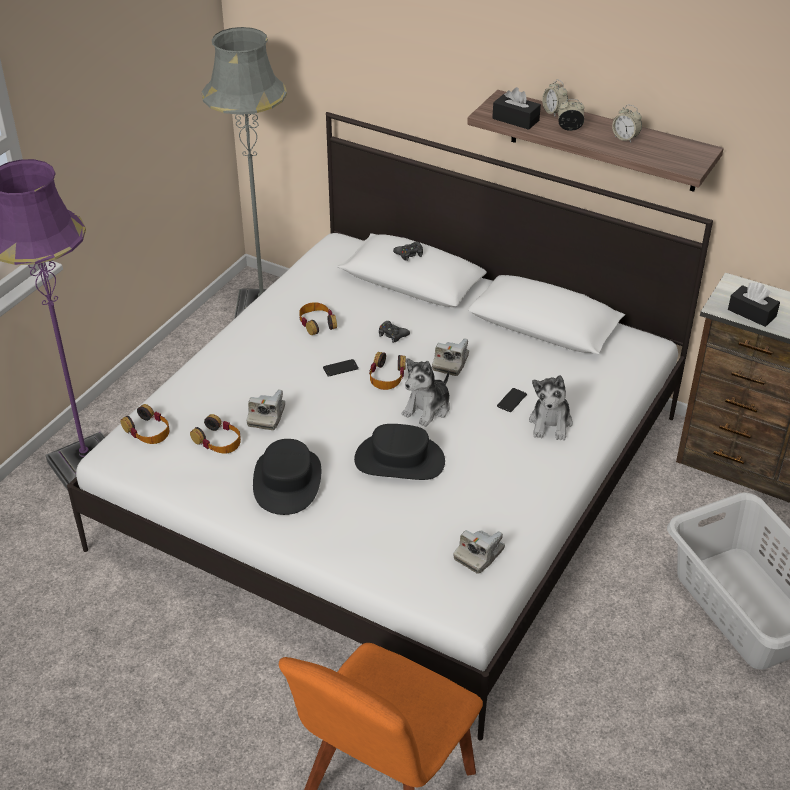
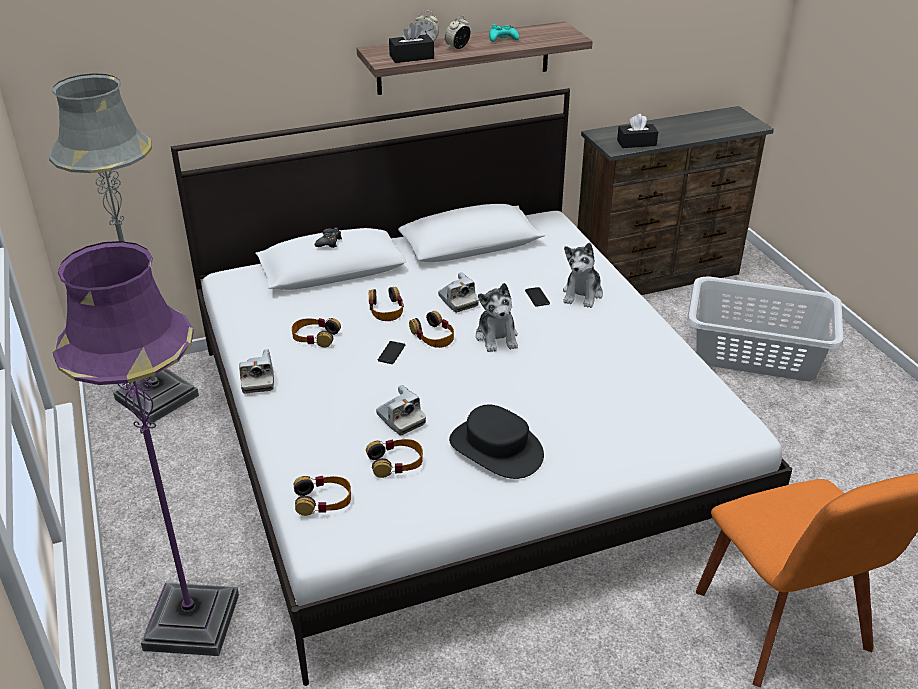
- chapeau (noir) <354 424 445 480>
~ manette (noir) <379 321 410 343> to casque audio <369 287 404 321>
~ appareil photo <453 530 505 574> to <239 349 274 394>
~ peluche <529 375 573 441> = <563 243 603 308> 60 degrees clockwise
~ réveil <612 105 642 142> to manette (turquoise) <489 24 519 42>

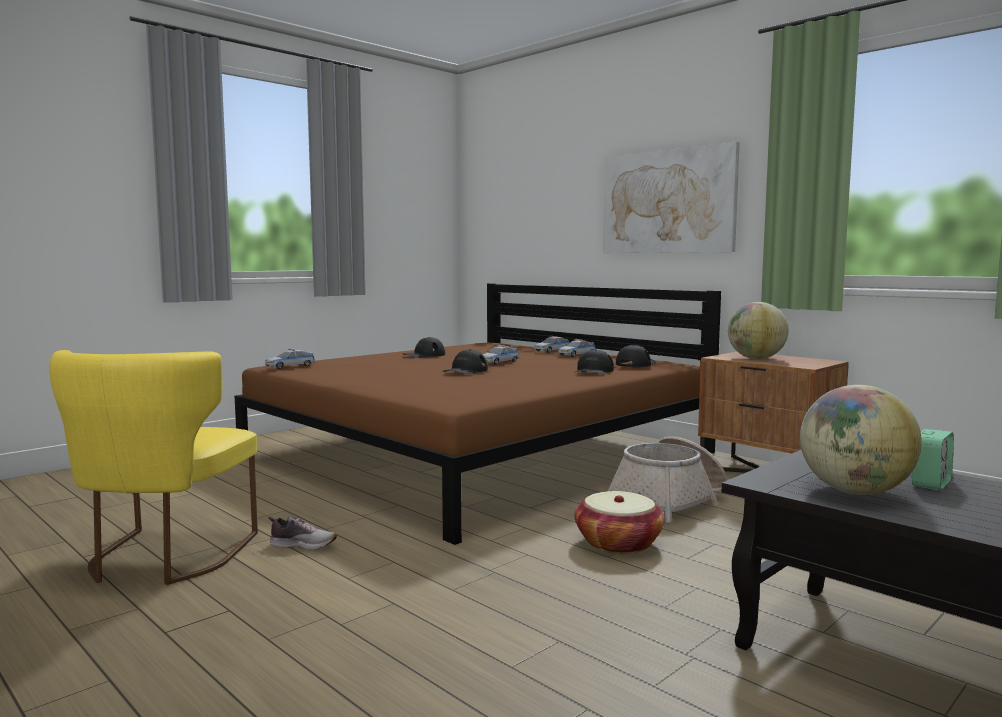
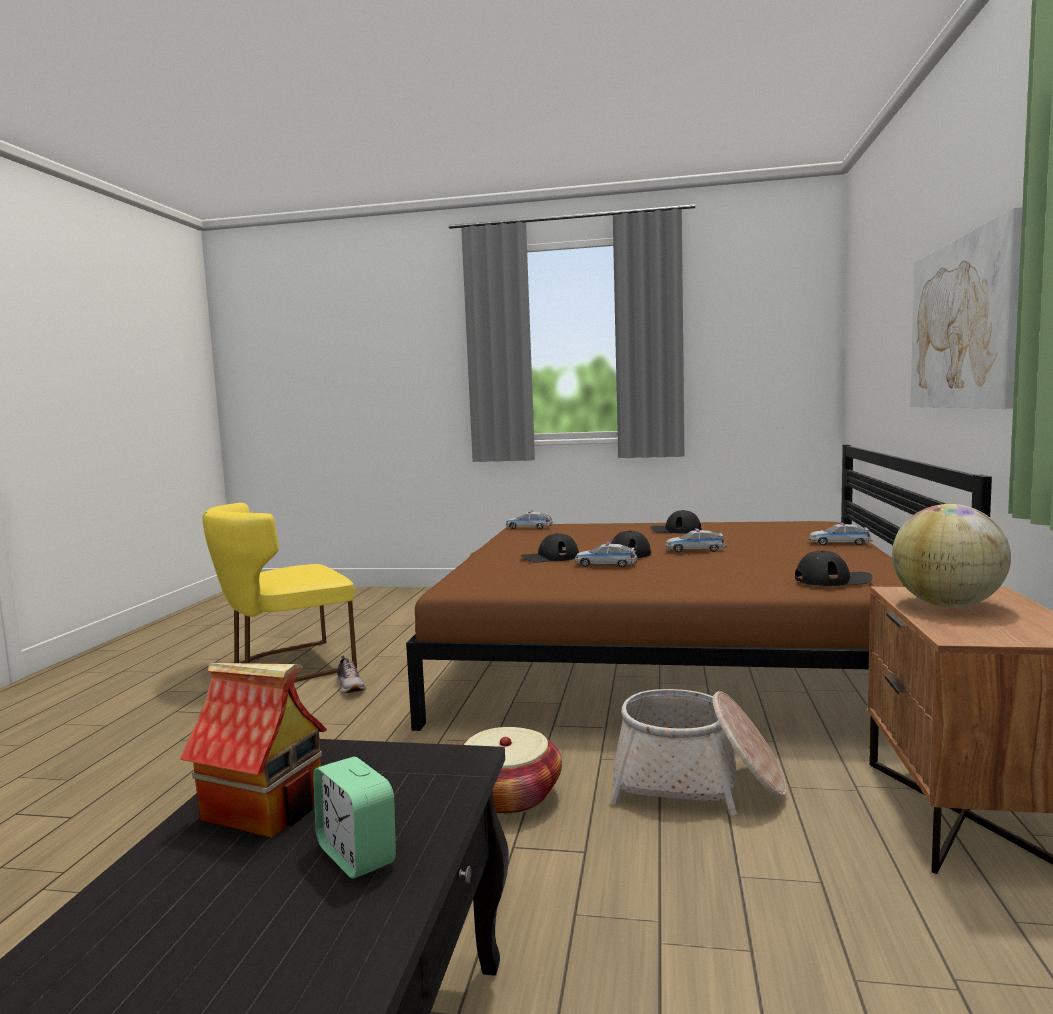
~ petite voiture <558 339 596 357> to <575 542 638 567>
~ casquette (noir) <574 350 614 375> to <521 533 579 562>
~ globe <800 385 922 495> to maison miniature <180 663 327 838>
~ réveil <911 429 954 490> = <313 757 396 879> 45 degrees clockwise

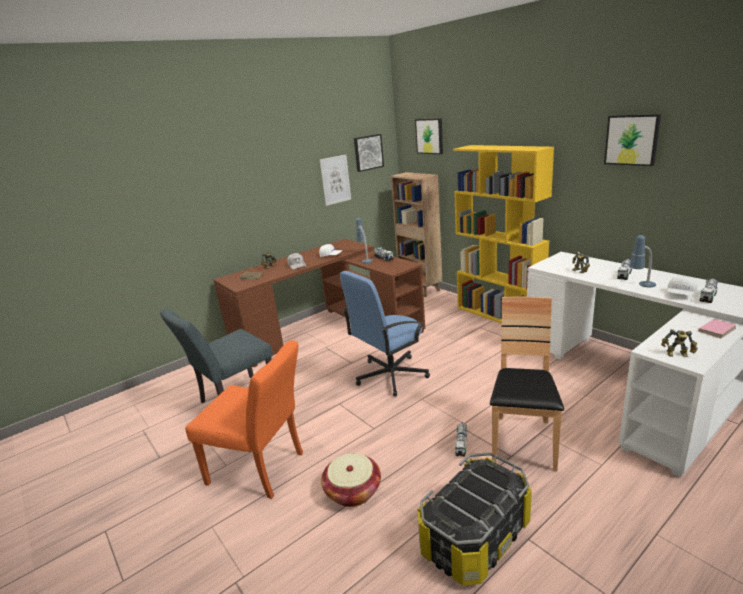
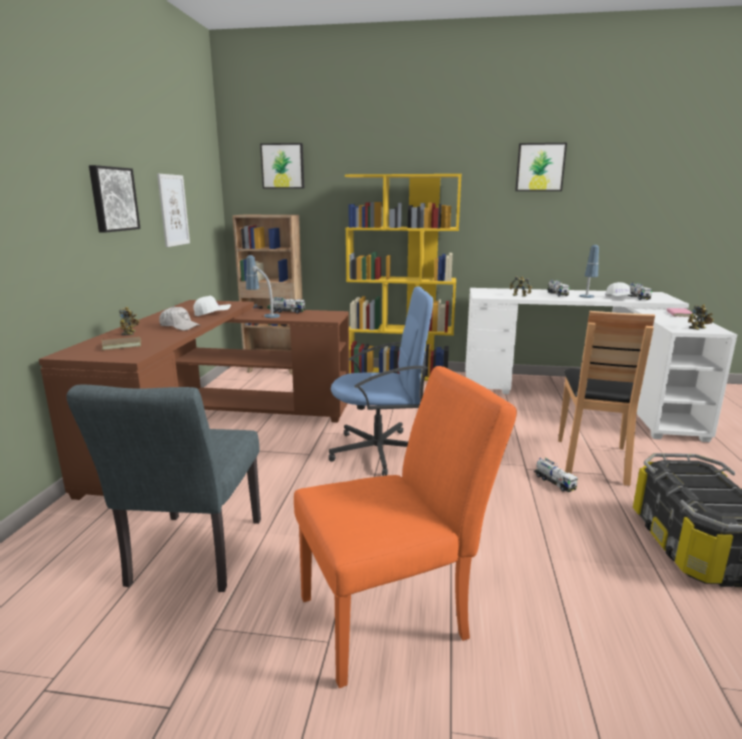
- panier <321 453 381 507>
~ chaise de bureau (bleu) <340 271 430 396> = <329 286 433 476> 105 degrees counterclockwise
~ tableau <354 134 384 172> to <89 165 141 233>
~ chaise (marron) <490 297 564 472> = <558 311 655 486> 135 degrees counterclockwise

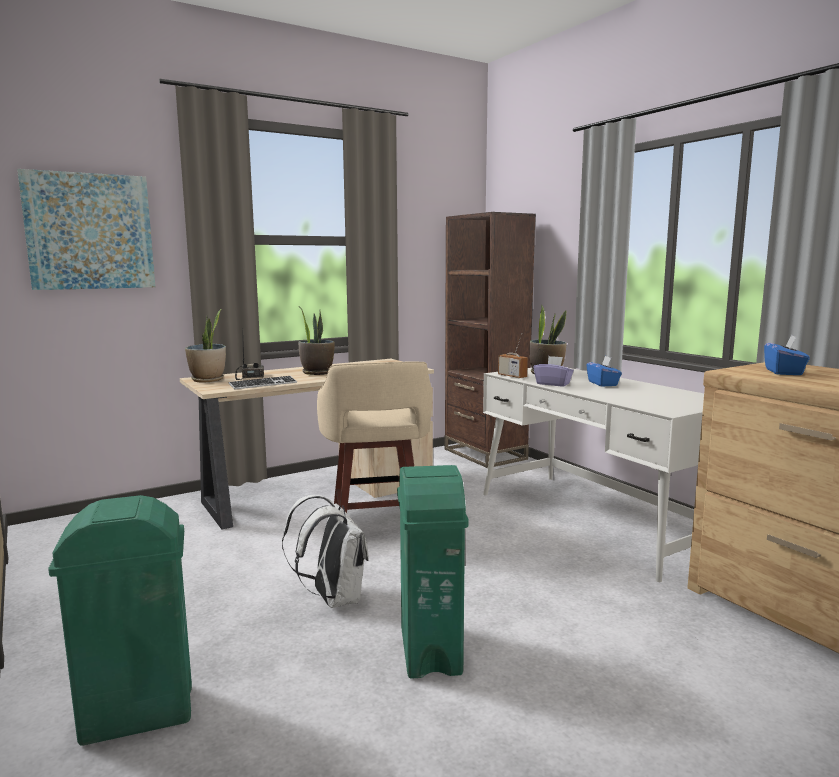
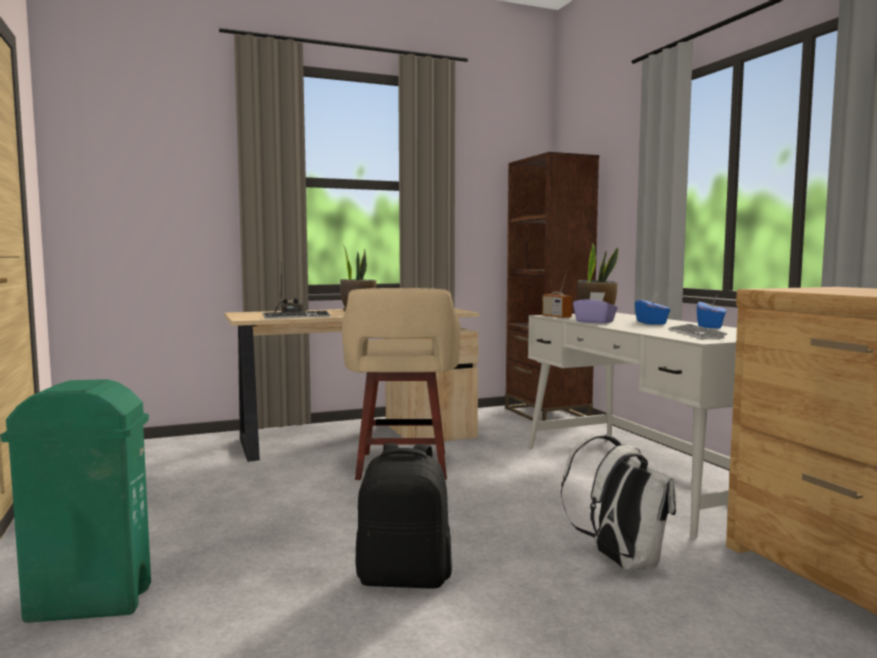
- tableau <17 169 155 290>
- plante en pot <185 309 226 382>
~ sac à dos (blanc) <282 495 369 608> to <561 434 676 570>
~ poubelle (vert) <397 465 469 679> to sac à dos (noir) <356 443 452 589>
~ boîte à mouchoirs (bleu) <764 335 810 375> to <697 295 727 329>
+ clavier <668 324 727 340>

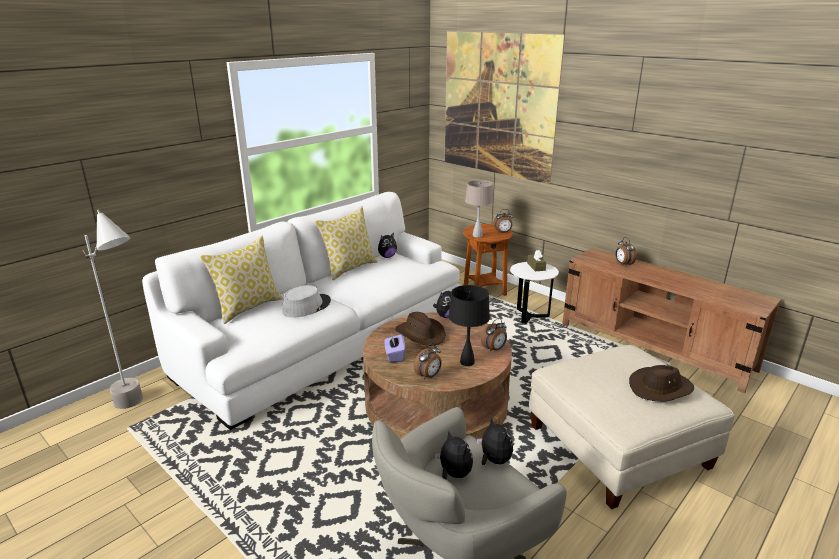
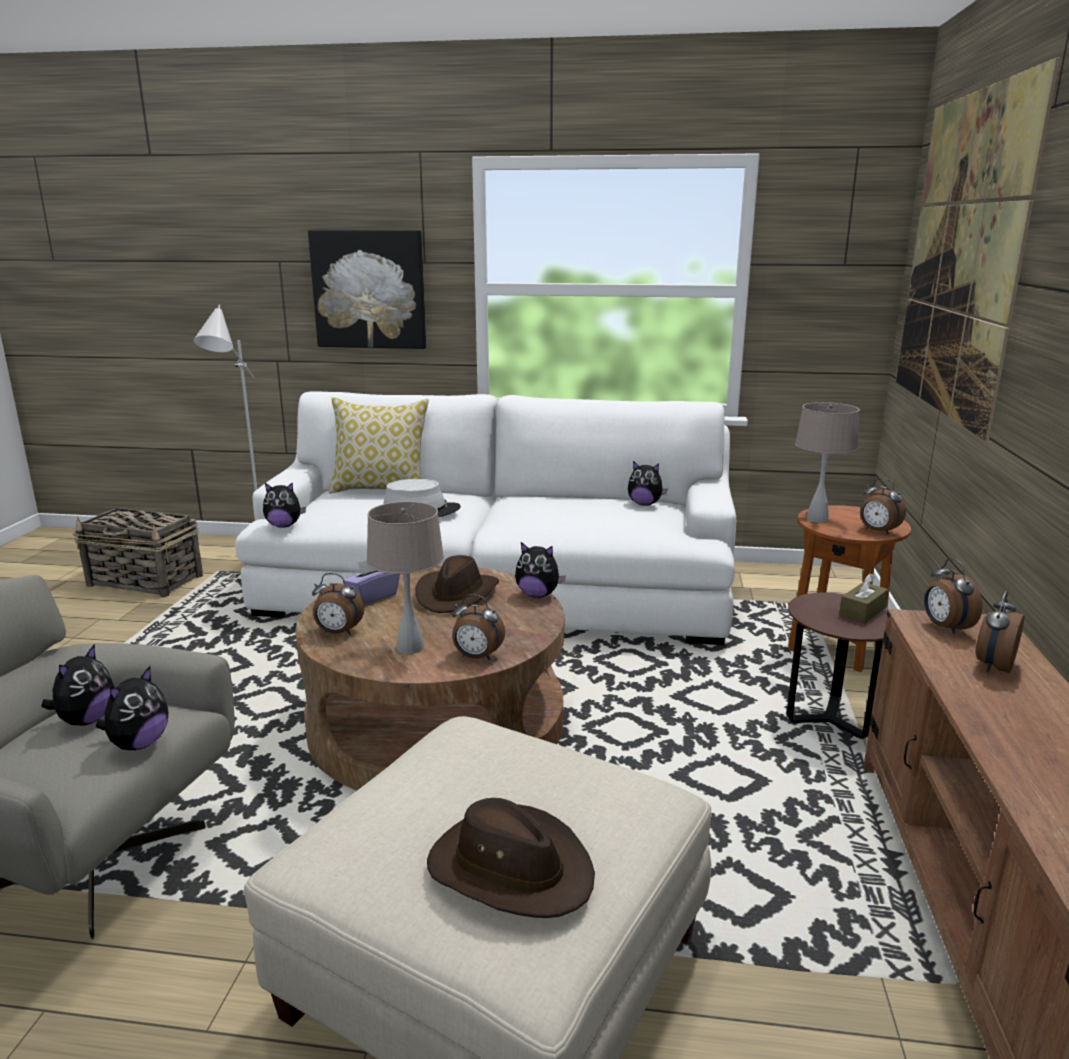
- coussin <315 206 378 280>
~ lampe de table (noir) <449 285 490 366> to lampe de table (beige) <367 501 444 654>
~ table d'appoint (blanc) <510 262 559 324> to table d'appoint (marron) <787 593 888 739>
+ panier <73 508 203 598>
+ peluche <263 483 306 528>
+ tableau <308 230 426 349>
+ réveil <924 558 982 634>

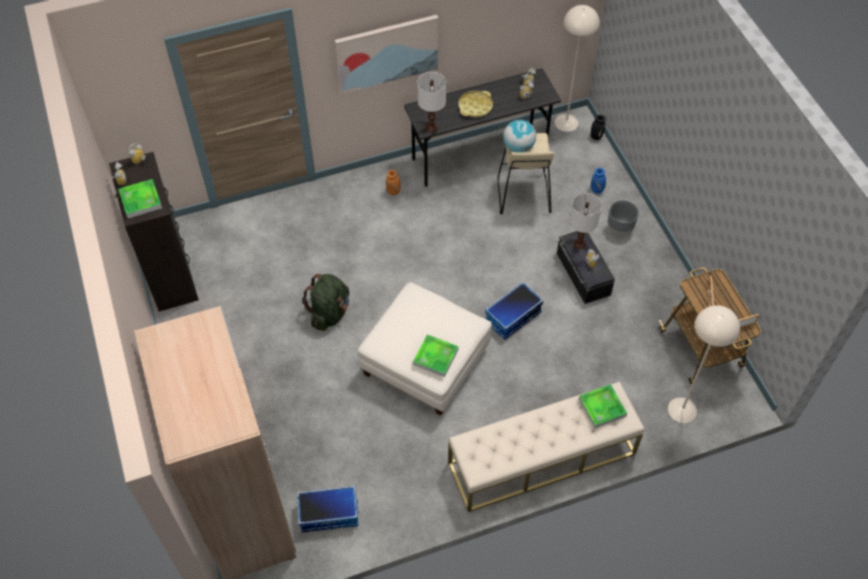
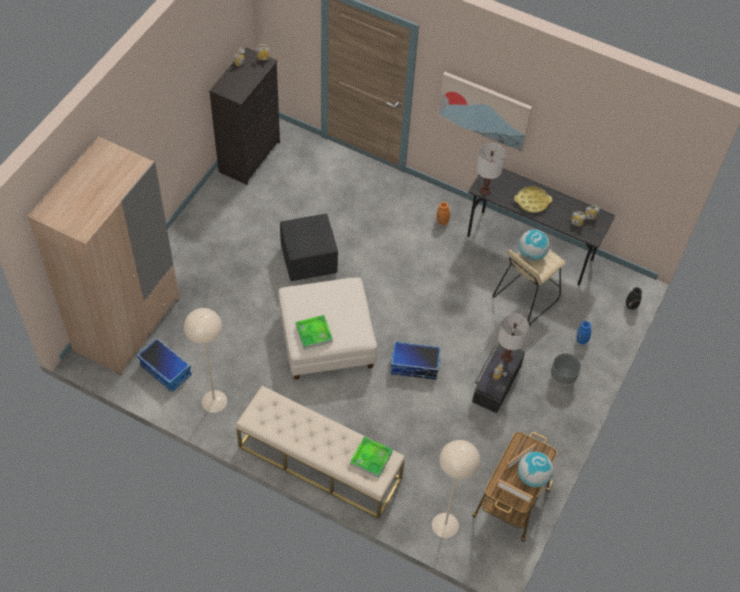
- plateau <119 179 162 218>
~ sac à dos (vert) <302 274 349 331> to pouf (noir) <280 214 338 281>
~ lampadaire (beige) <555 5 600 132> to <184 308 227 413>
+ globe <518 452 554 487>

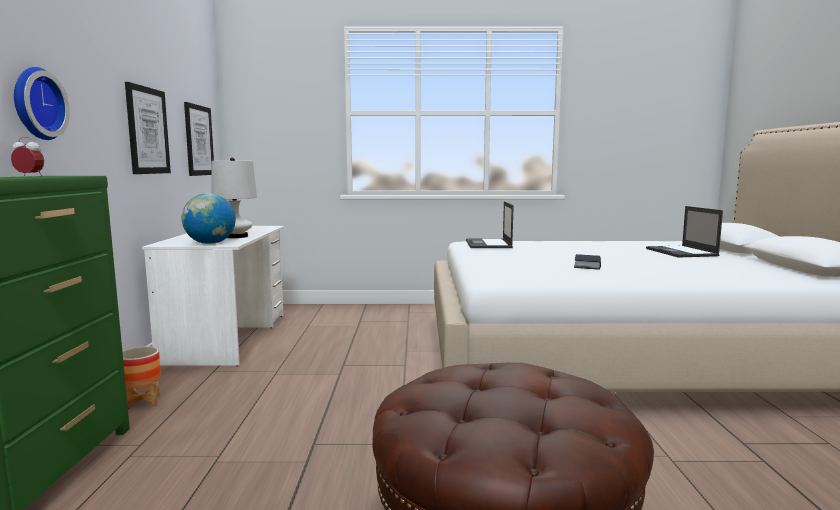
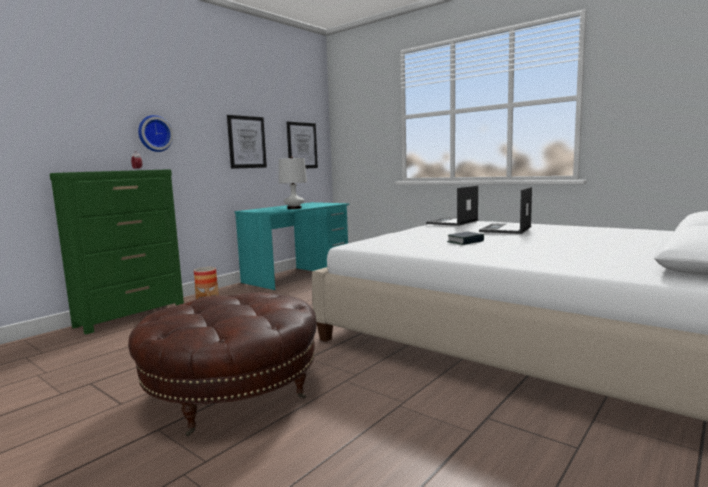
~ bureau (blanc) <142 226 284 366> to bureau (turquoise) <234 202 349 290>
- globe <182 193 236 244>
~ ordinateur portable <646 206 723 258> to <479 187 532 234>

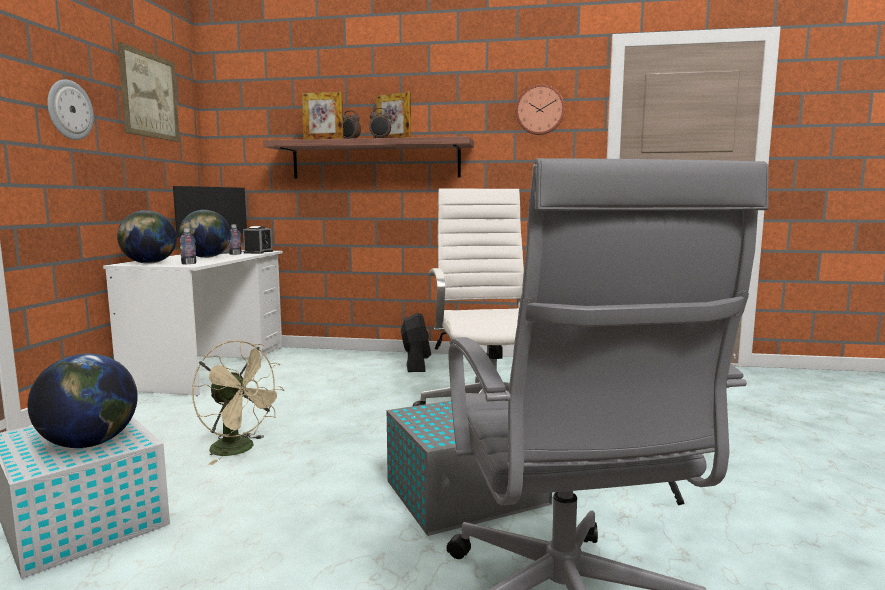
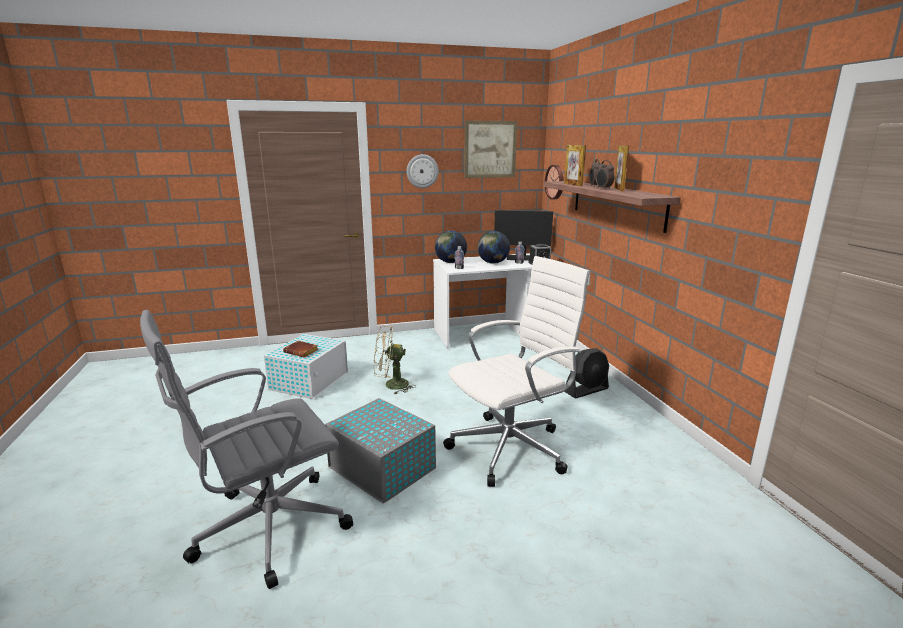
~ globe <27 354 138 448> to livre (marron) <283 341 319 358>
~ ventilateur (beige) <192 340 285 465> = <374 325 416 394> 75 degrees clockwise
~ horloge murale <516 84 565 135> to <545 165 564 200>

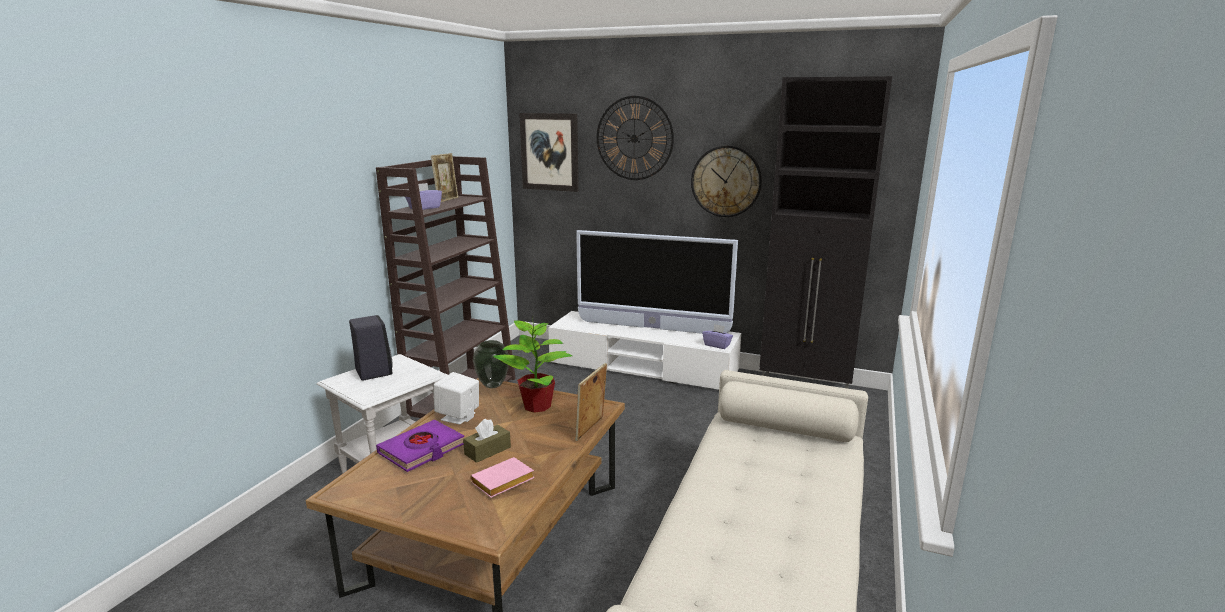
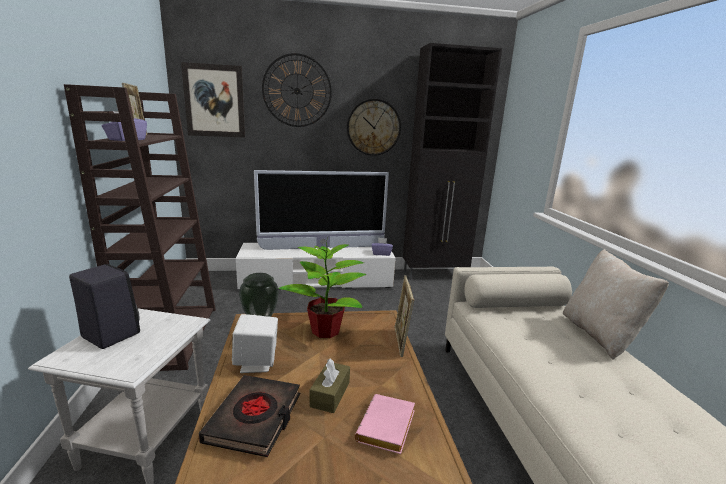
~ livre (violet) <376 420 464 472> to livre (noir) <198 375 300 457>
+ coussin (beige) <563 249 669 360>

